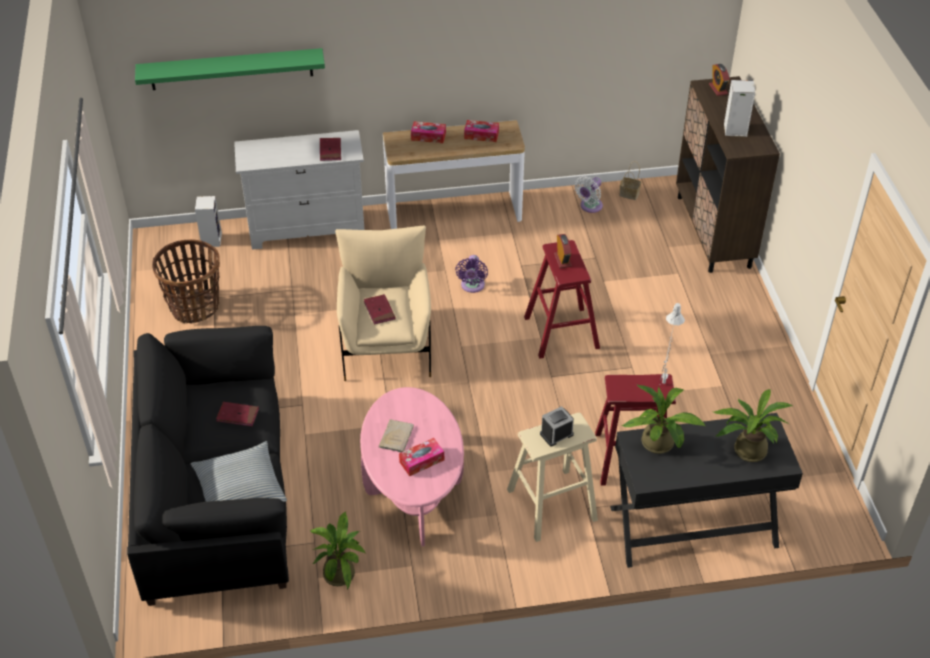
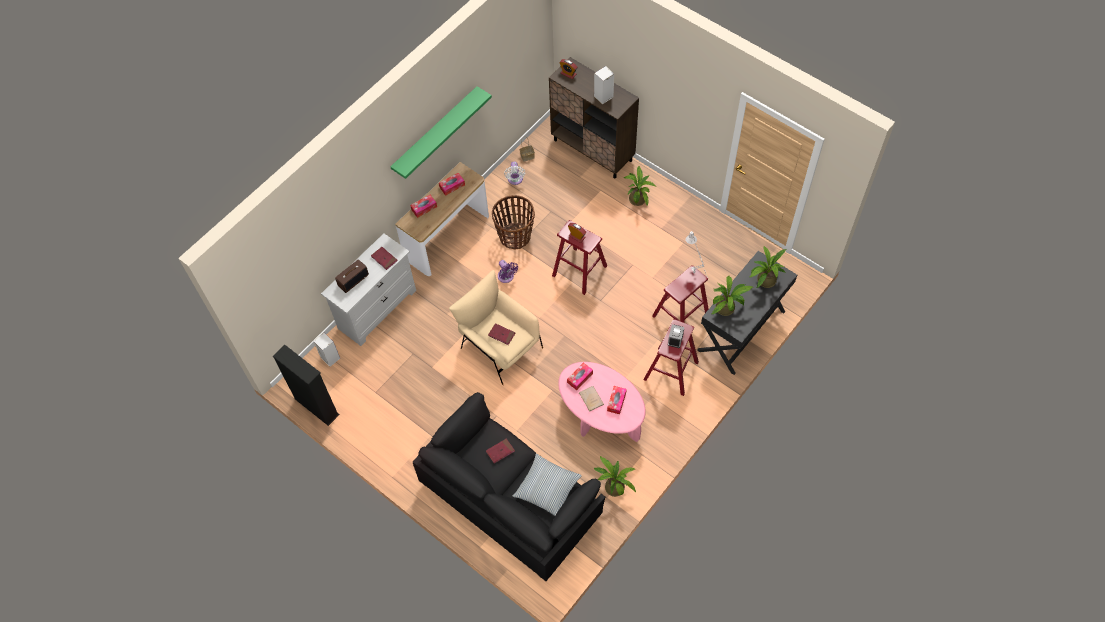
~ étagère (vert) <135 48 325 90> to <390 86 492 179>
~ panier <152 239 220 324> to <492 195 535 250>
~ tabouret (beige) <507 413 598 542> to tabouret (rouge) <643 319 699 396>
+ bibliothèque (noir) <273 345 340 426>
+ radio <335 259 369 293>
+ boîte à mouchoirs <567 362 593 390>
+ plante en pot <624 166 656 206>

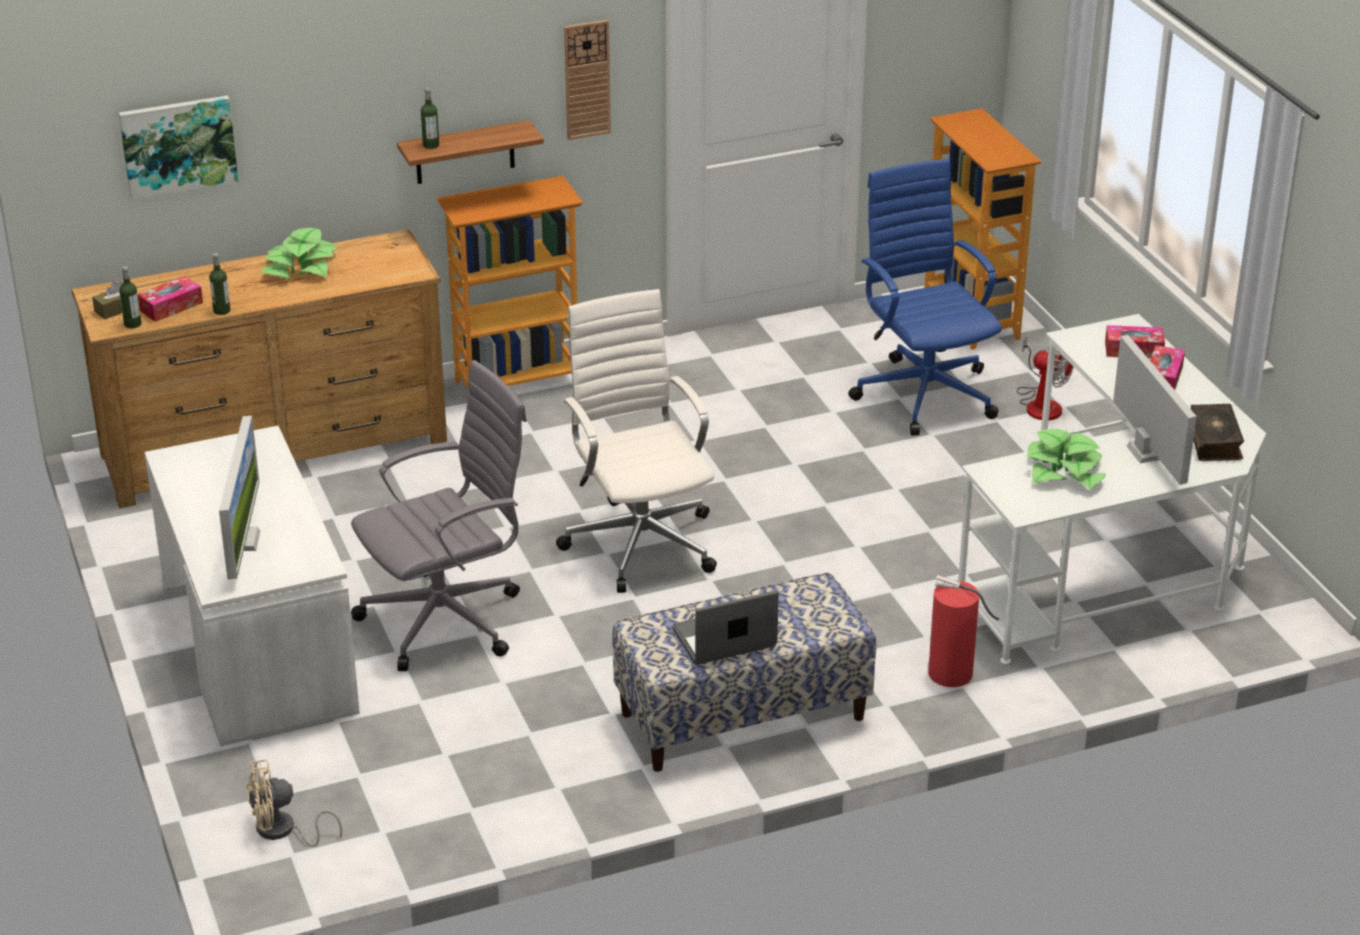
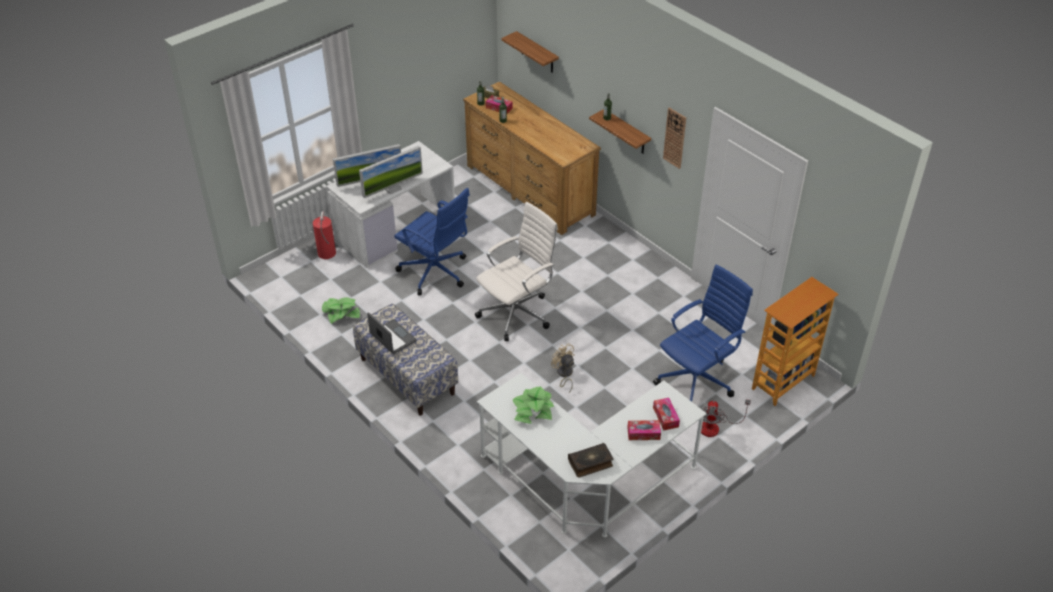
~ tableau <119 95 239 200> to étagère <501 31 559 73>
~ ventilateur (beige) <247 760 342 847> to <551 343 575 393>
~ plante en pot <260 228 338 280> to <322 297 360 324>
~ chaise de bureau (gris) <351 360 527 671> to chaise de bureau (bleu) <394 188 470 295>
- bibliothèque <436 176 583 393>
~ extincteur <928 575 999 687> to <313 212 336 259>
~ écran d'ordinateur <1113 335 1197 485> to <359 146 423 198>

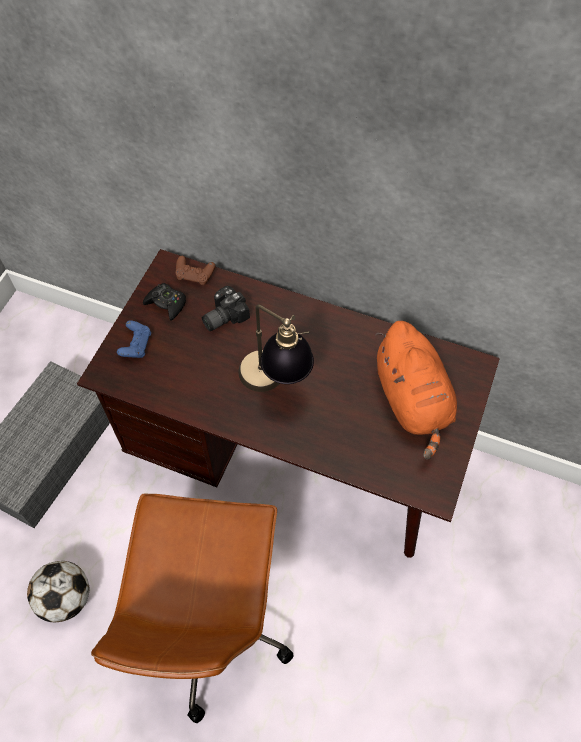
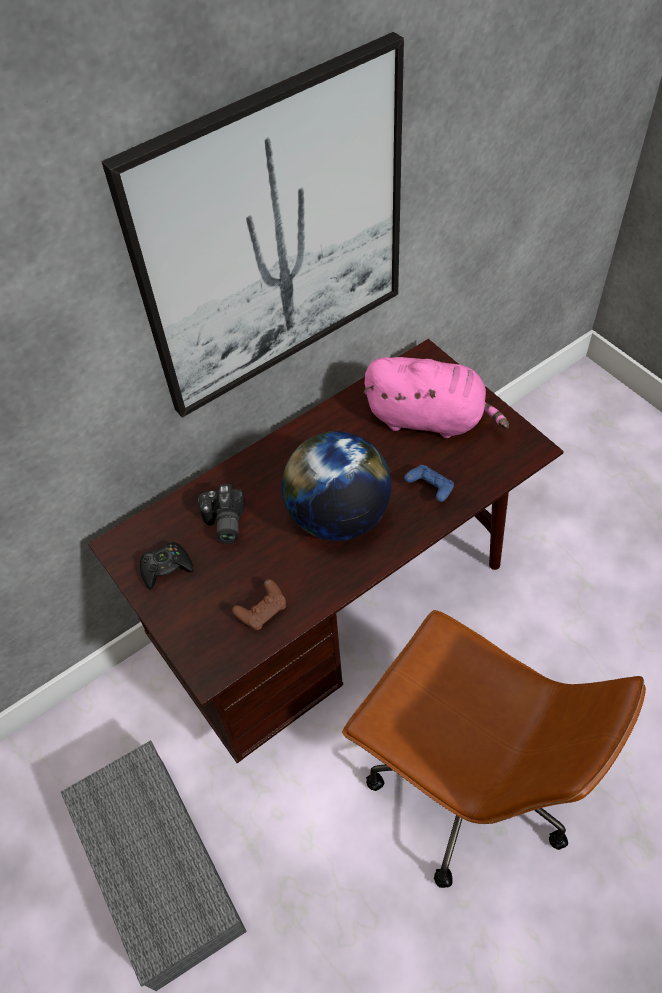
- ballon de foot <27 561 90 622>
~ manette (bleu) <117 320 151 358> to <404 465 454 502>
~ manette (marron) <176 256 215 285> to <232 579 286 630>
~ lampe de table <238 304 314 392> to globe <282 431 391 541>
~ peluche (orange) <375 321 457 460> to peluche (rose) <363 357 509 438>
+ tableau <101 32 404 418>

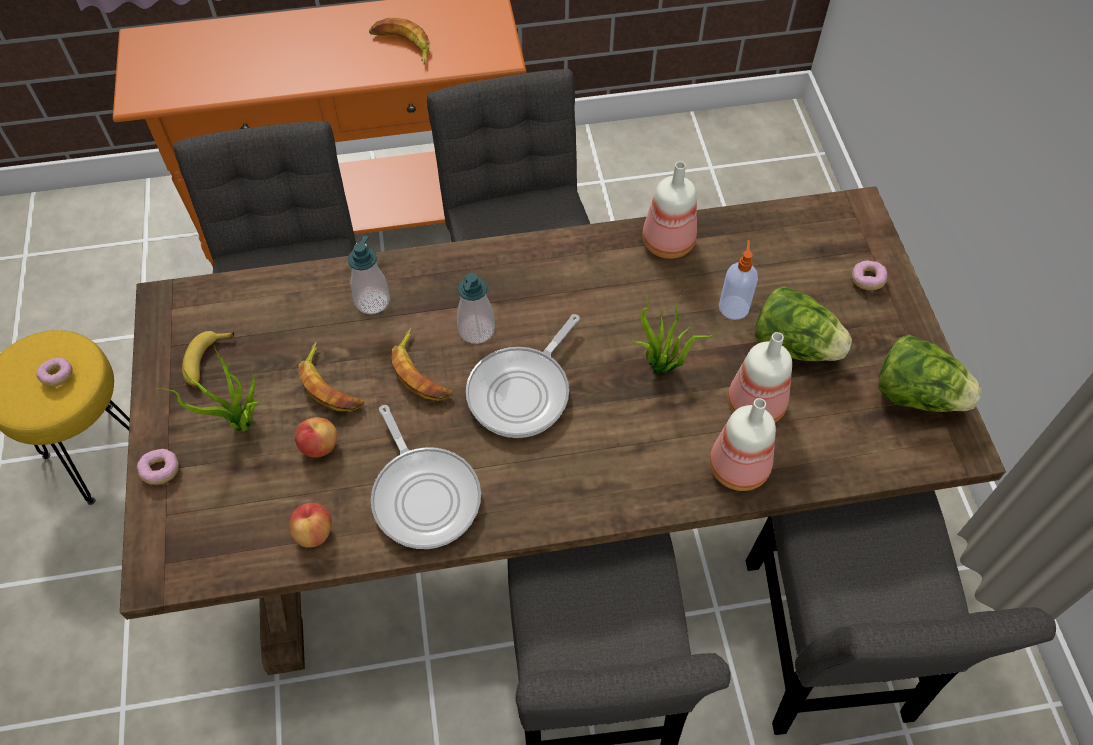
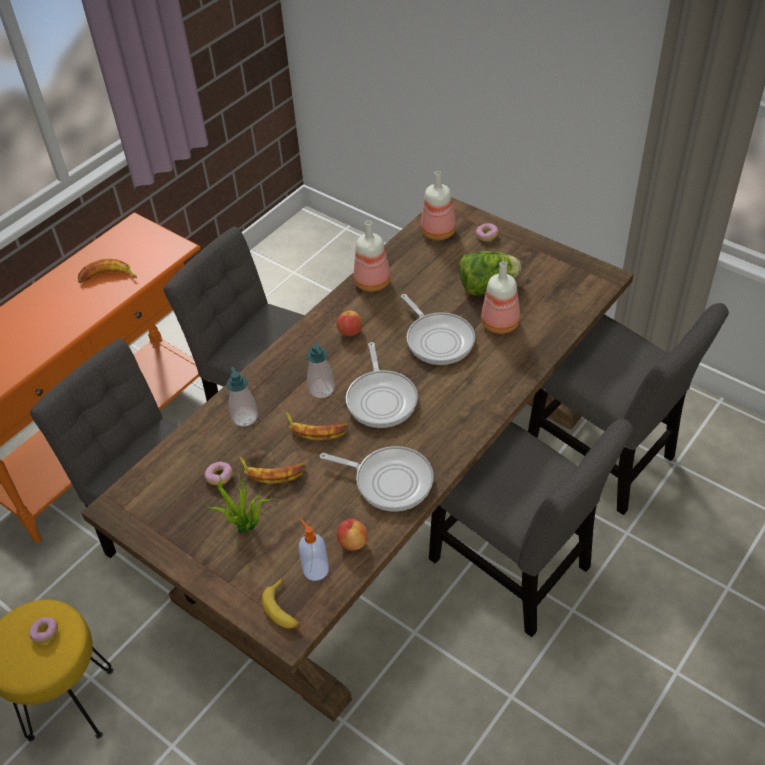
~ beignet <137 449 179 485> to <204 462 233 485>
~ banane <182 331 234 388> to <262 577 300 629>
~ pomme <294 417 338 458> to <336 310 362 336>
~ plante en pot <629 294 717 375> to poêle <401 294 475 365>
~ bouteille <709 398 776 491> to <421 171 456 240>
~ distributeur de savon <719 240 758 320> to <299 519 329 581>
- laitue <878 335 982 412>

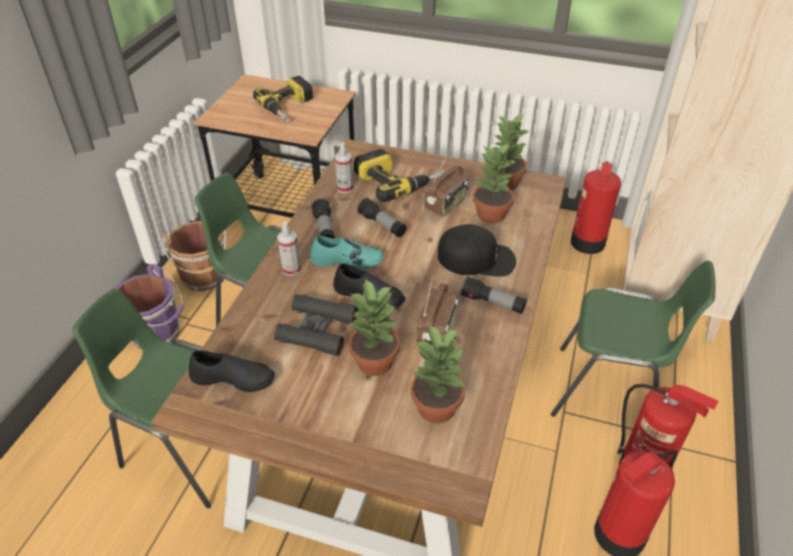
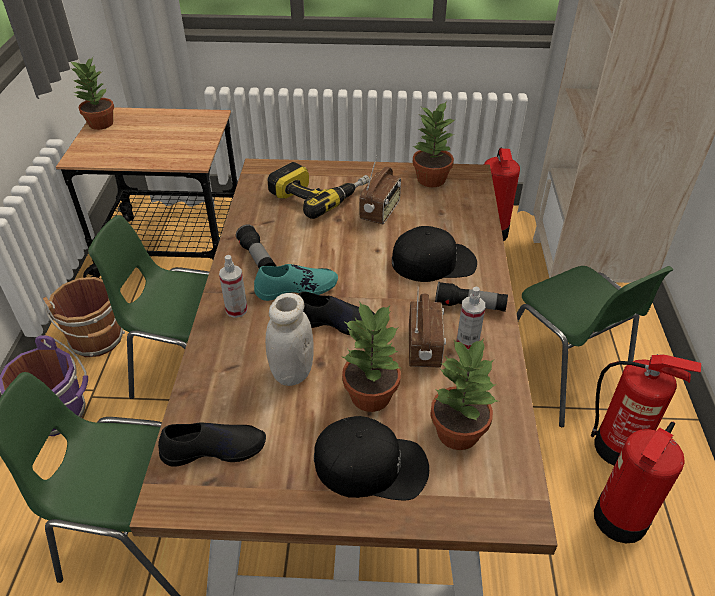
- perceuse <253 76 313 122>
~ jumelles (noir) <274 294 358 356> to bocal (blanc) <265 293 314 386>
~ vaporisateur <335 142 353 193> to <457 287 485 350>
- lampe de poche <357 197 407 237>
~ plante en pot <473 143 517 223> to <70 57 114 130>
~ chaise (vert) <551 261 716 417> = <517 266 674 427> 60 degrees clockwise
+ casquette (noir) <314 416 429 501>

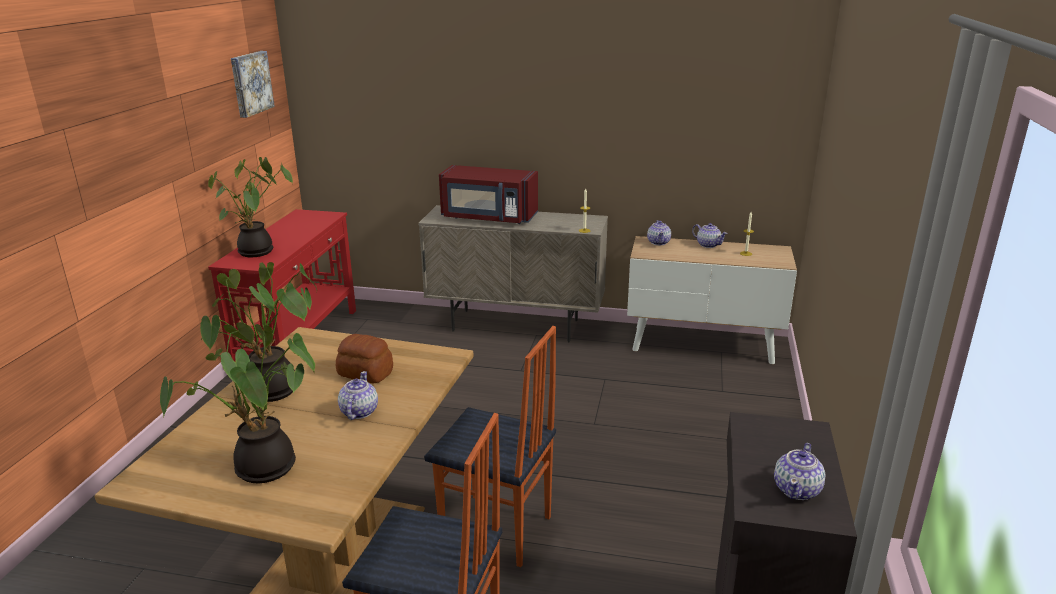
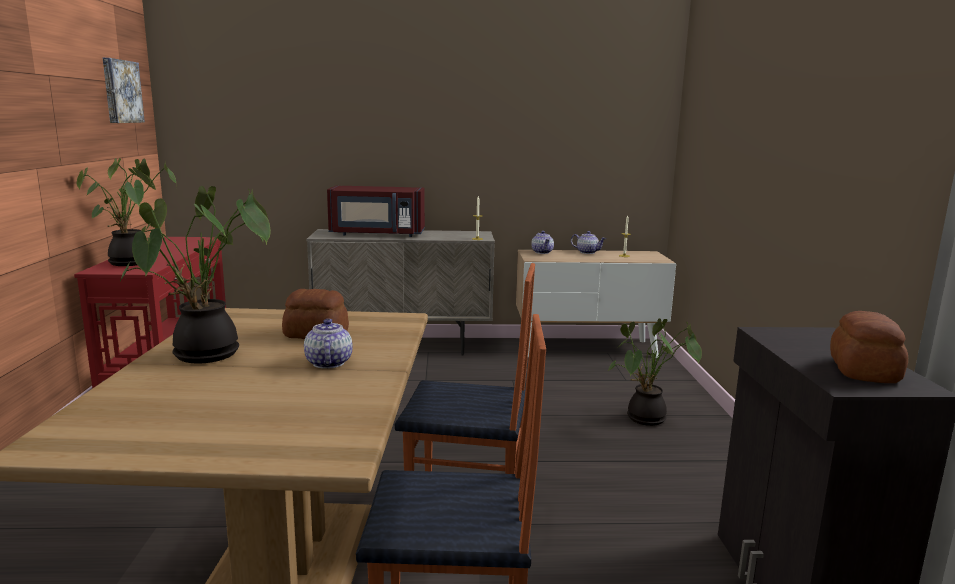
~ plante en pot <160 322 315 483> to <608 318 702 426>
~ théière <774 443 825 500> to pain <830 311 908 383>

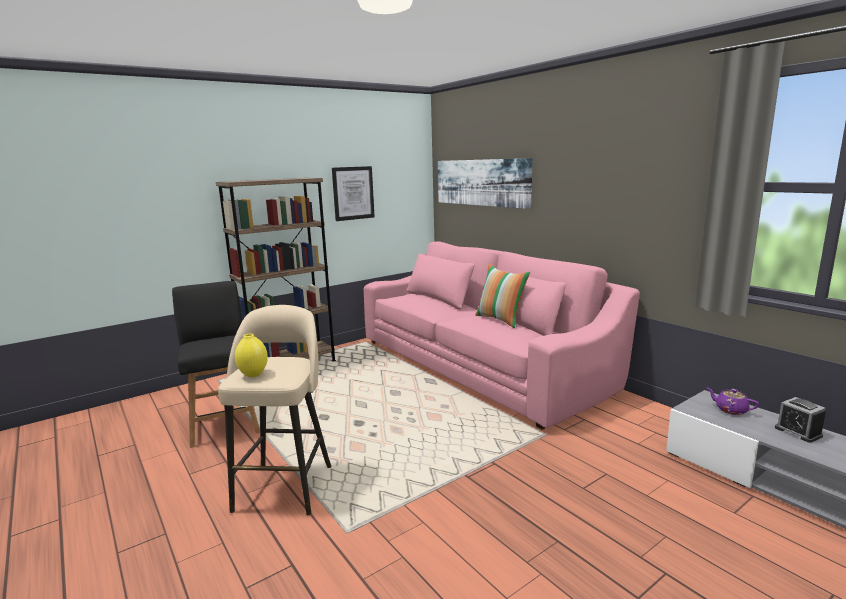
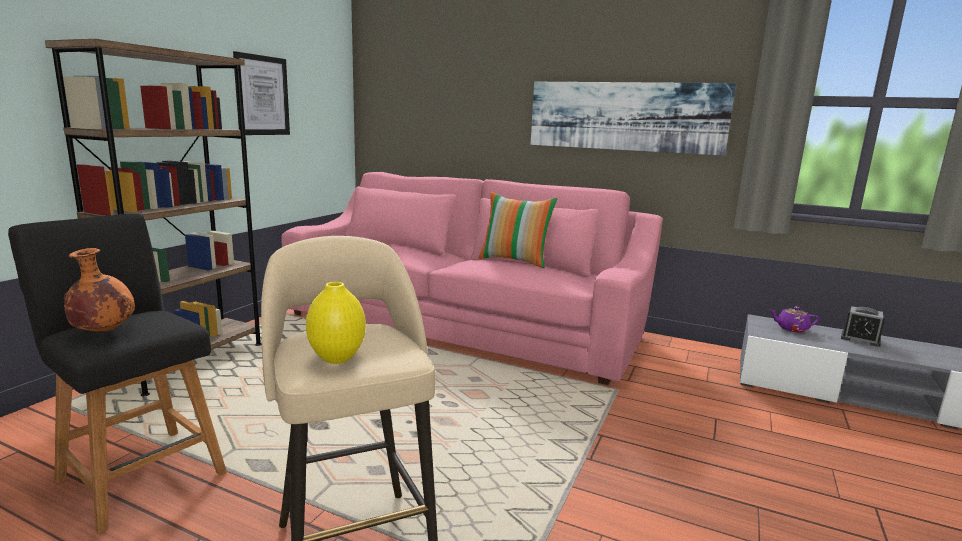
~ tableau <438 158 532 209> to <530 82 736 156>
+ vase (orange) <64 248 135 332>

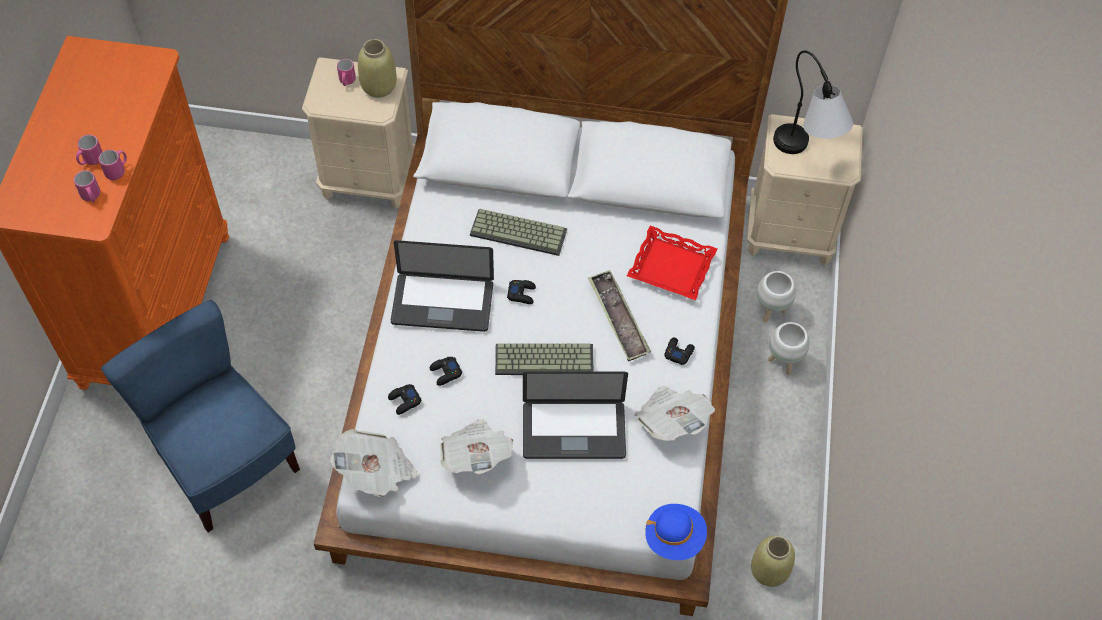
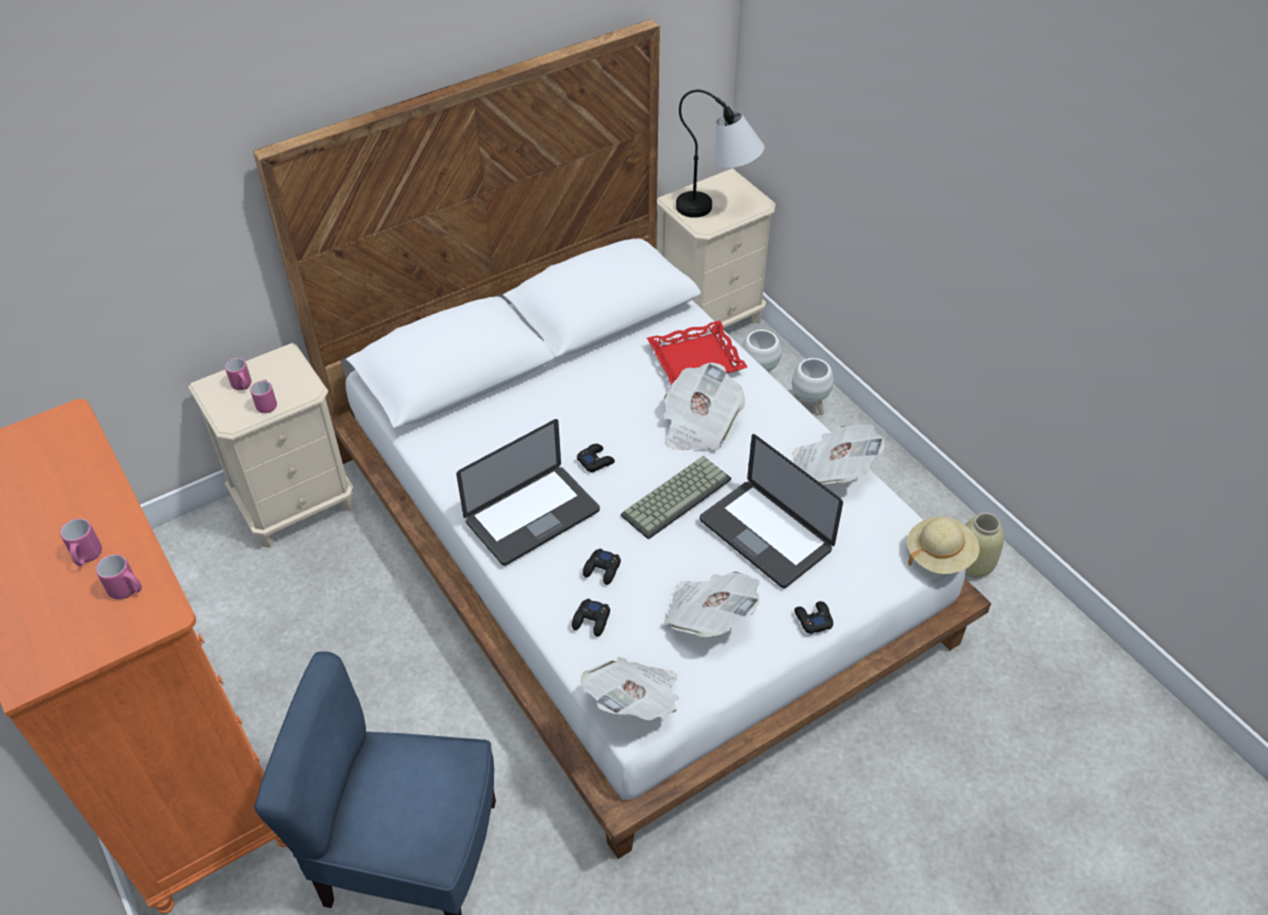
~ mug (rose) <99 150 127 180> to <250 380 277 413>
- vase (beige) <358 39 397 98>
- clavier <470 209 567 256>
~ ordinateur portable <523 371 628 459> = <700 434 843 588> 90 degrees clockwise
~ plateau <588 270 651 361> to journal <663 362 745 451>
~ chapeau (bleu) <645 504 707 560> to chapeau (beige) <907 517 979 574>
~ manette (noir) <665 337 695 365> to <794 601 833 634>

